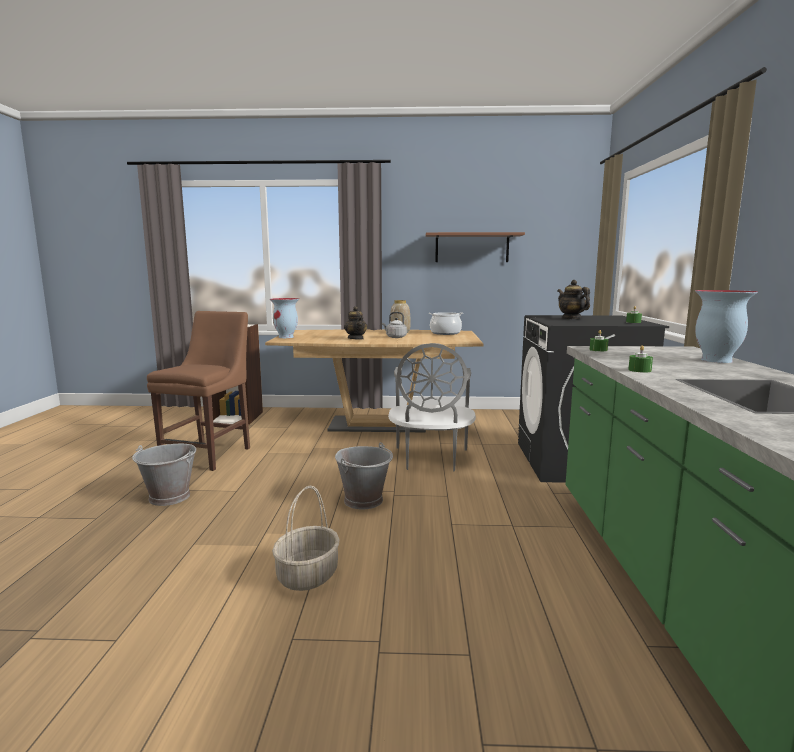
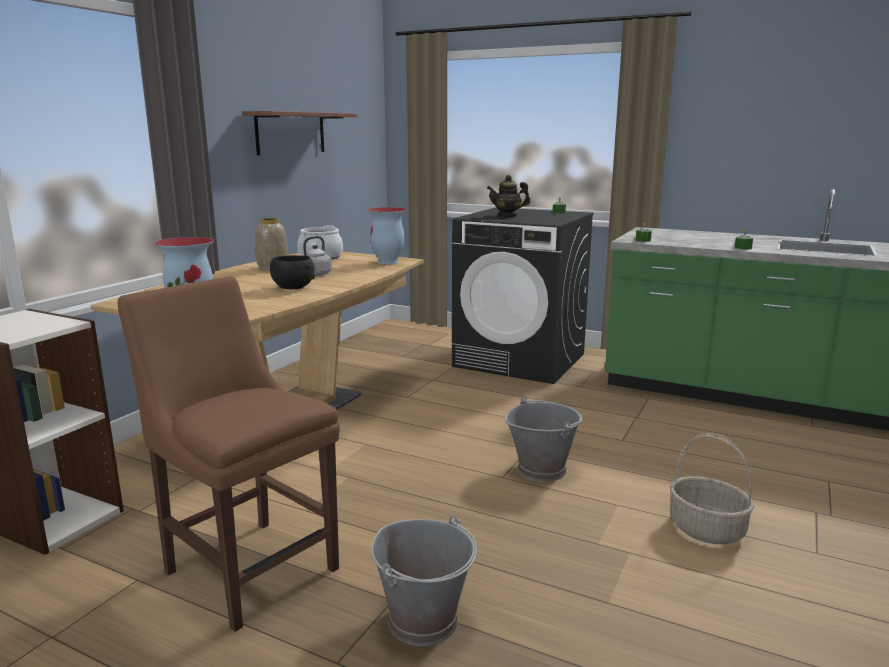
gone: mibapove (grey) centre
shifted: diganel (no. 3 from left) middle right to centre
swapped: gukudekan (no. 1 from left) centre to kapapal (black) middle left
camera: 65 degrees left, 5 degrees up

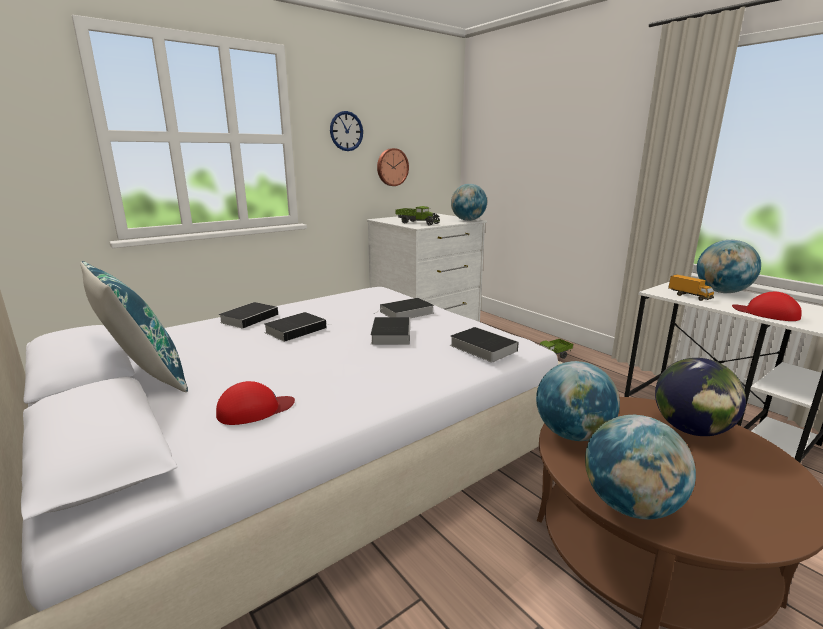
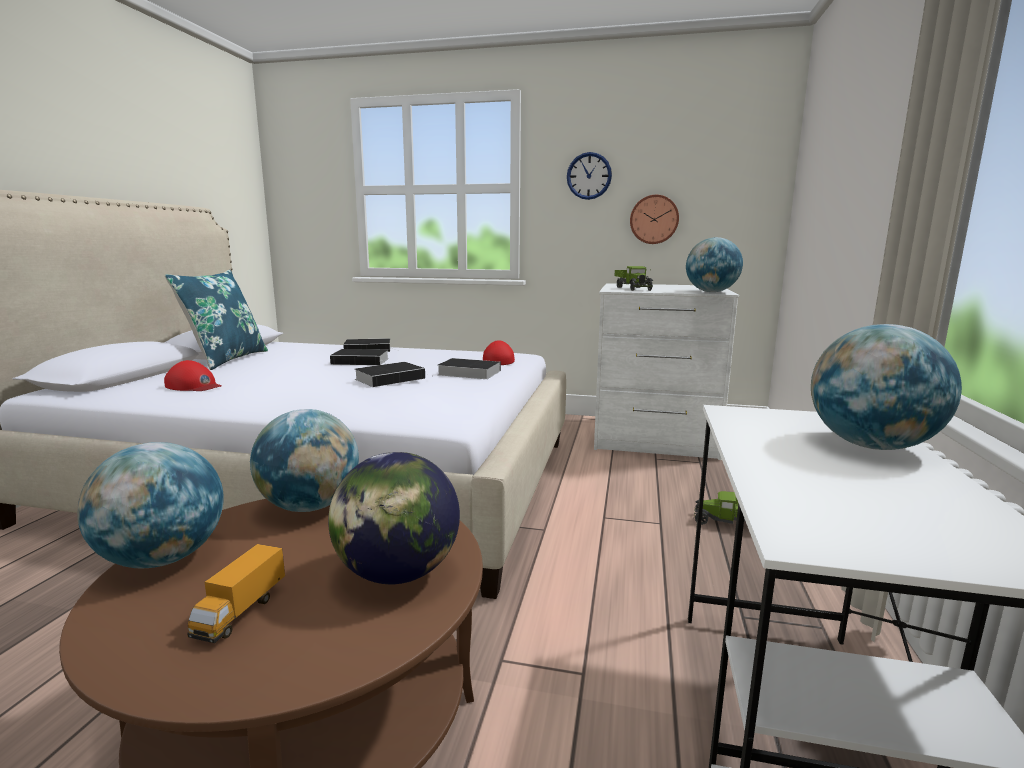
gone: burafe (no. 5 from left) centre
shifted: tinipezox (no. 3 from left in the first image) middle right to tinipezox (no. 1 from left) bottom left; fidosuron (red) (no. 2 from left) middle right to centre
camera: 50 degrees right, 5 degrees down

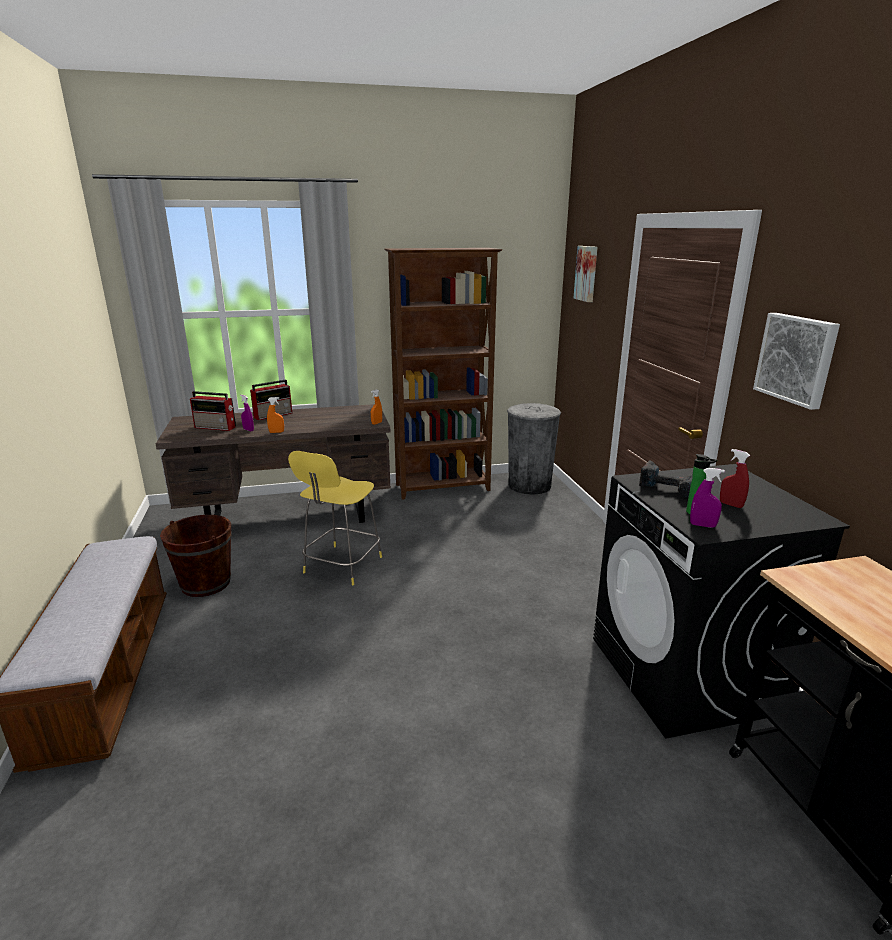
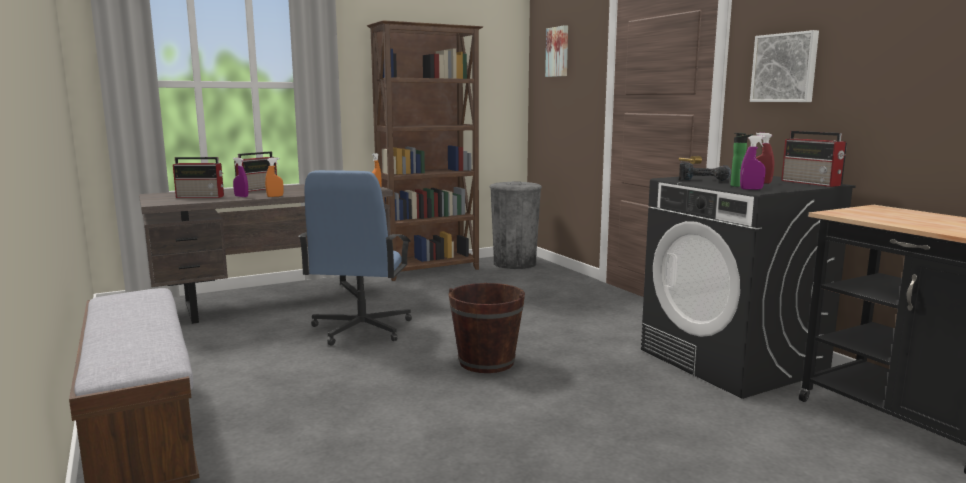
new: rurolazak (no. 3 from left) top right
shifted: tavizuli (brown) middle left to bottom centre
swapped: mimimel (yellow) centre to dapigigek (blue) centre
camera: 15 degrees left, 10 degrees down

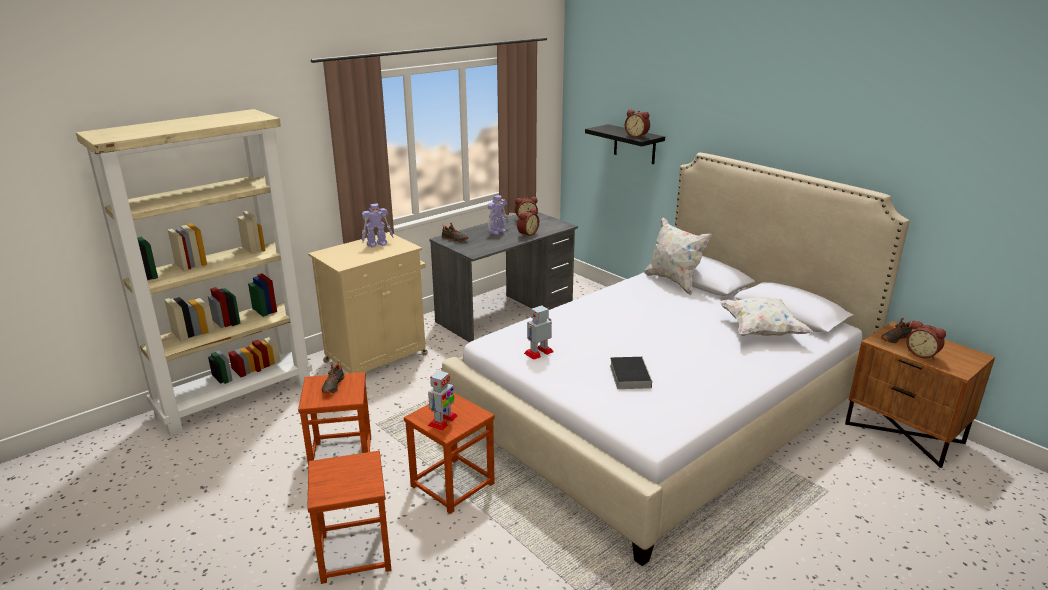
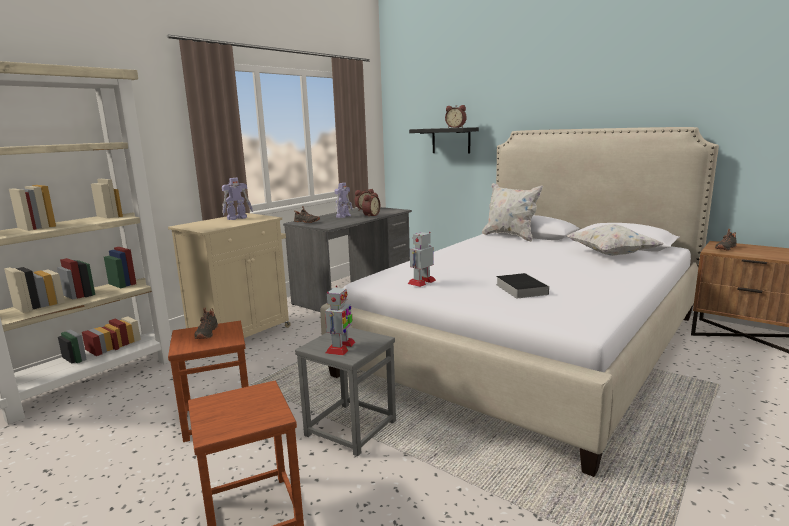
gone: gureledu (no. 4 from left) middle right
repainted: mimimel (brown) (no. 3 from left) bottom centre to mimimel (grey) bottom centre
camera: 10 degrees left, 10 degrees down

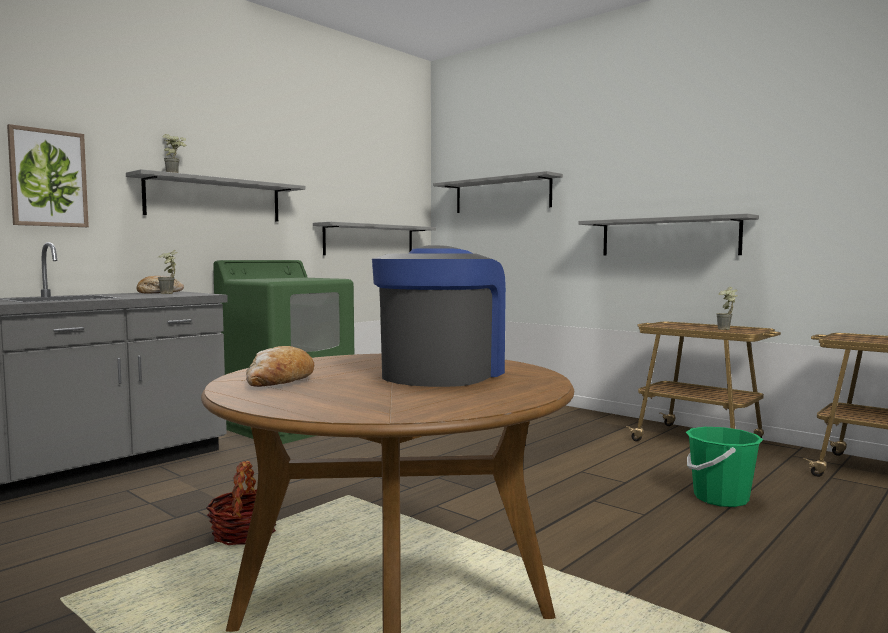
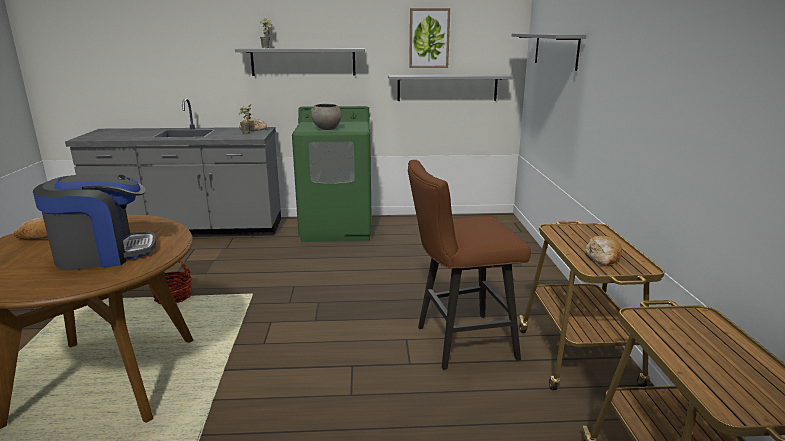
gone: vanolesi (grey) (no. 4 from left) middle right; tavizuli (green) bottom right
new: kapapal (grey) top centre; mimimel (brown) centre
shifted: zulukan top left to top centre
swapped: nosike (no. 3 from left) middle right to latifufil (no. 3 from left) middle right
camera: 45 degrees right, 15 degrees up

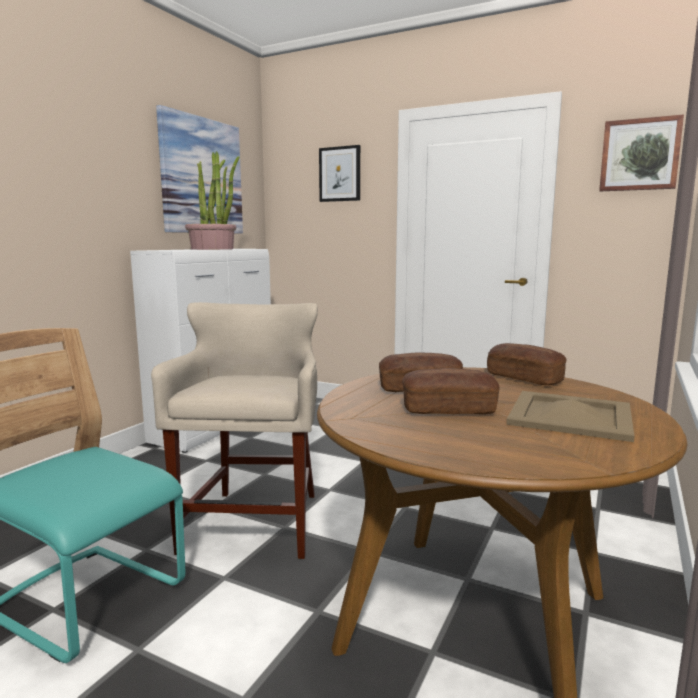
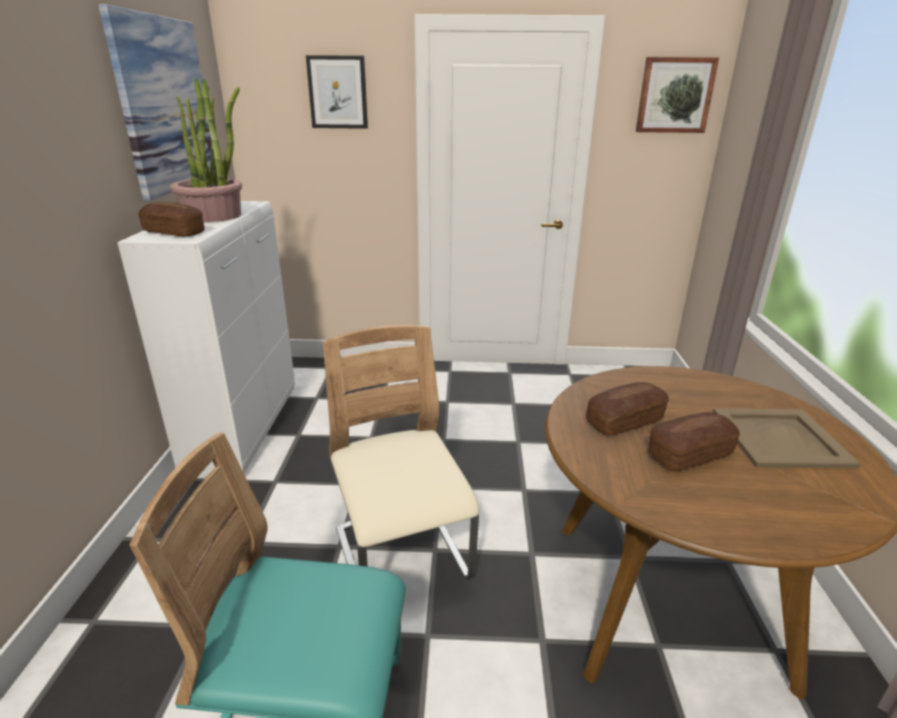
shifted: latifufil (no. 3 from left in the first image) middle right to latifufil (no. 1 from left) top left
swapped: mimimel (beige) centre to mibapove (beige) centre
camera: 25 degrees left, 15 degrees up

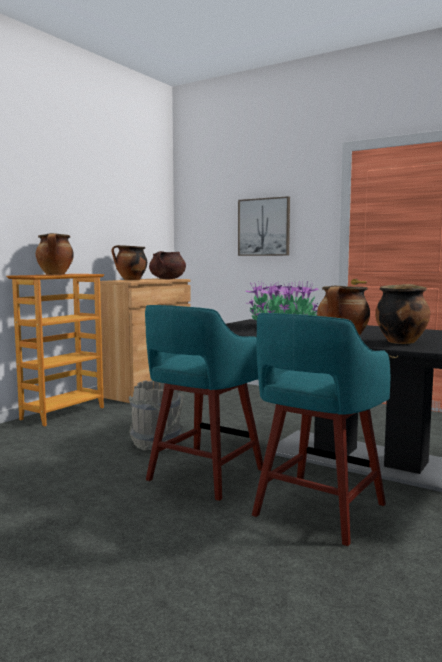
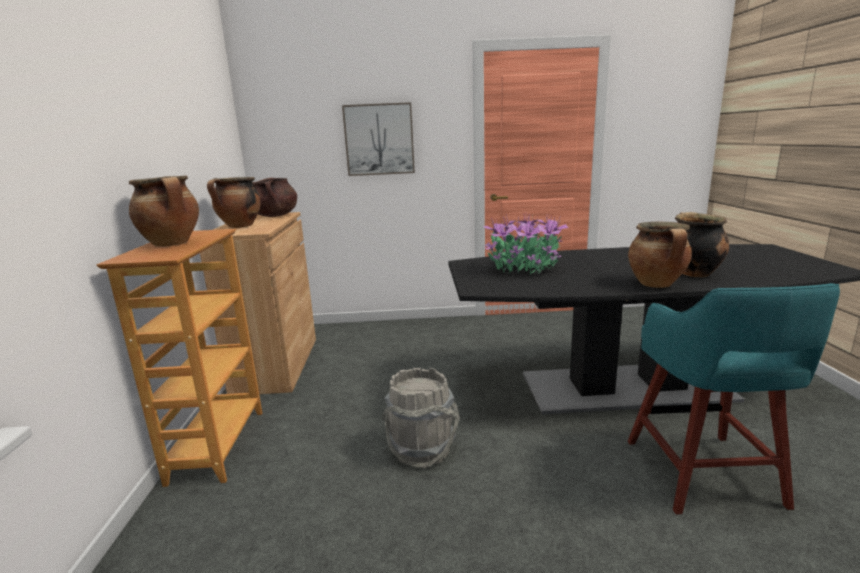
gone: mimimel (turquoise) (no. 1 from left) centre
camera: 35 degrees left, 10 degrees up

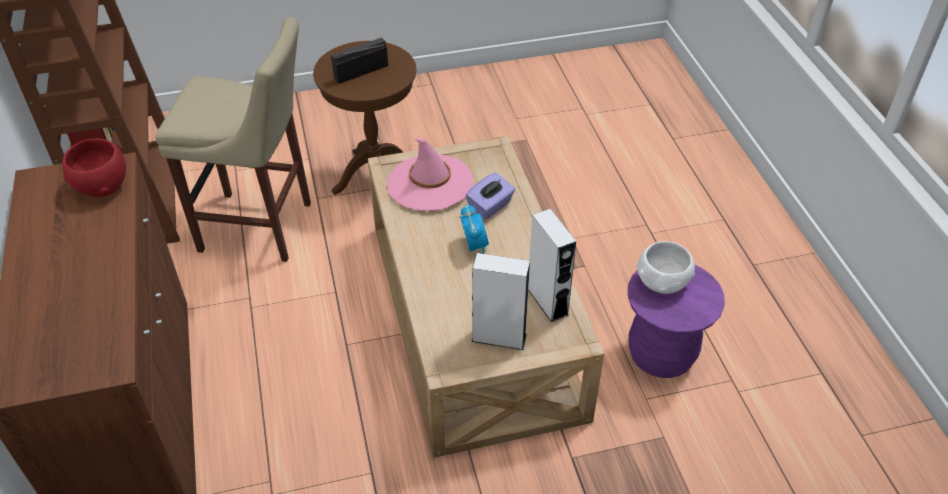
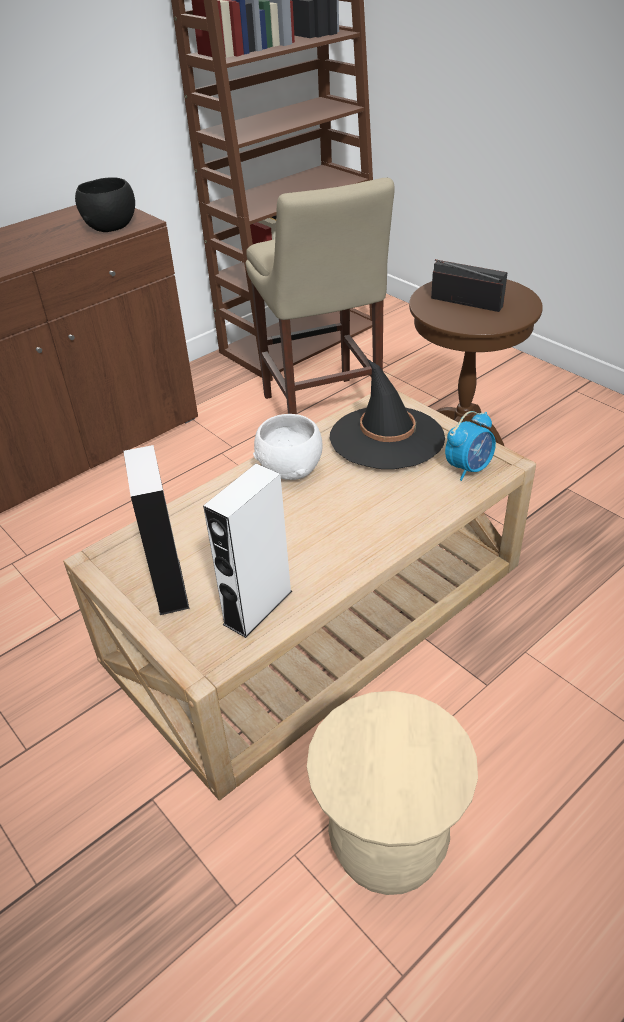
gone: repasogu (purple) centre
shifted: gureledu centre to middle right; kapapal (white) middle right to centre
repainted: kapapal (red) middle left to kapapal (black) top left; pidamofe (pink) centre to pidamofe (black) centre; mimimel (purple) middle right to mimimel (beige) (no. 2 from left) bottom centre
camera: 65 degrees right, 5 degrees down

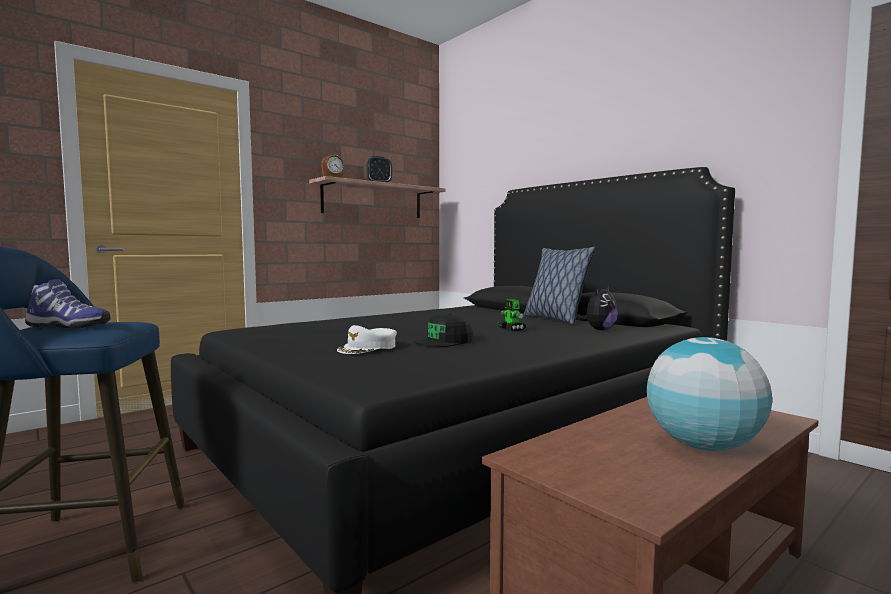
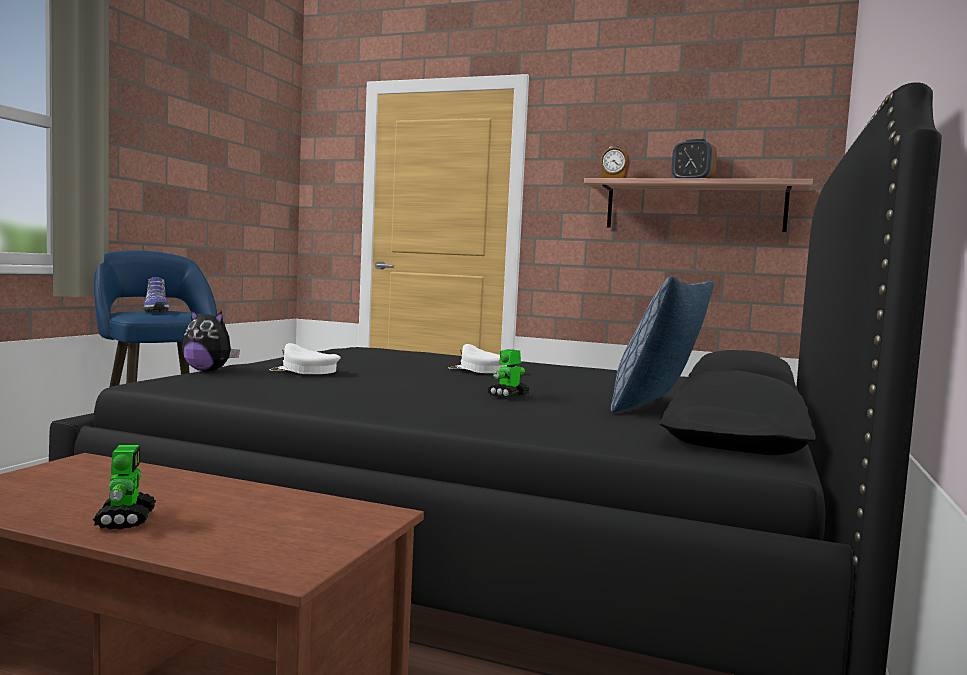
gone: fidosuron (black) centre
new: fidosuron (white) (no. 2 from left) centre
shifted: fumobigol middle right to middle left
swapped: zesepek middle right to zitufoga (no. 1 from left) bottom left
camera: 60 degrees right, 0 degrees up

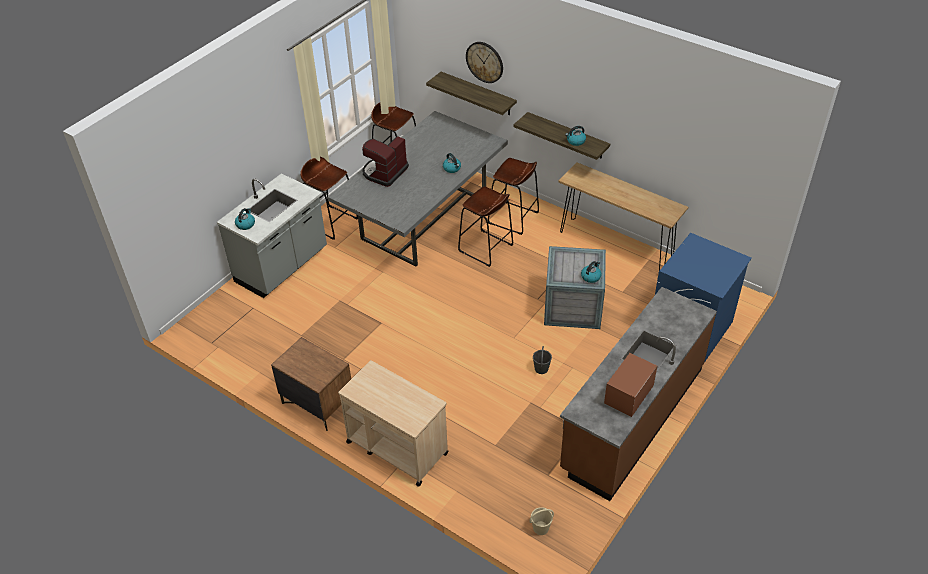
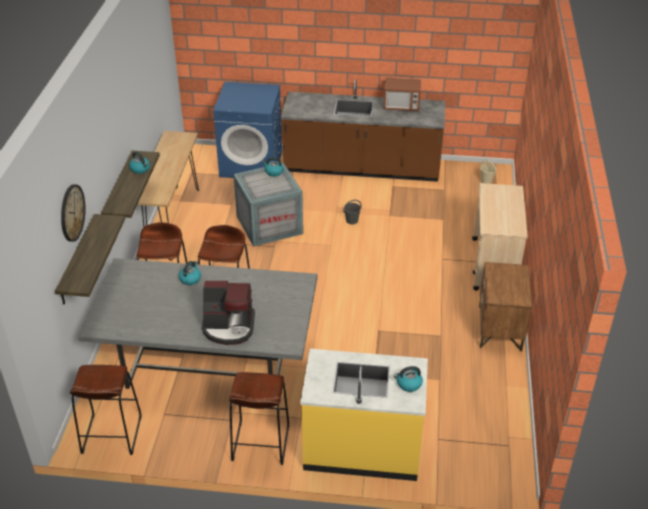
repainted: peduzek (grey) middle left to peduzek (yellow) bottom centre
camera: 120 degrees left, 5 degrees down

